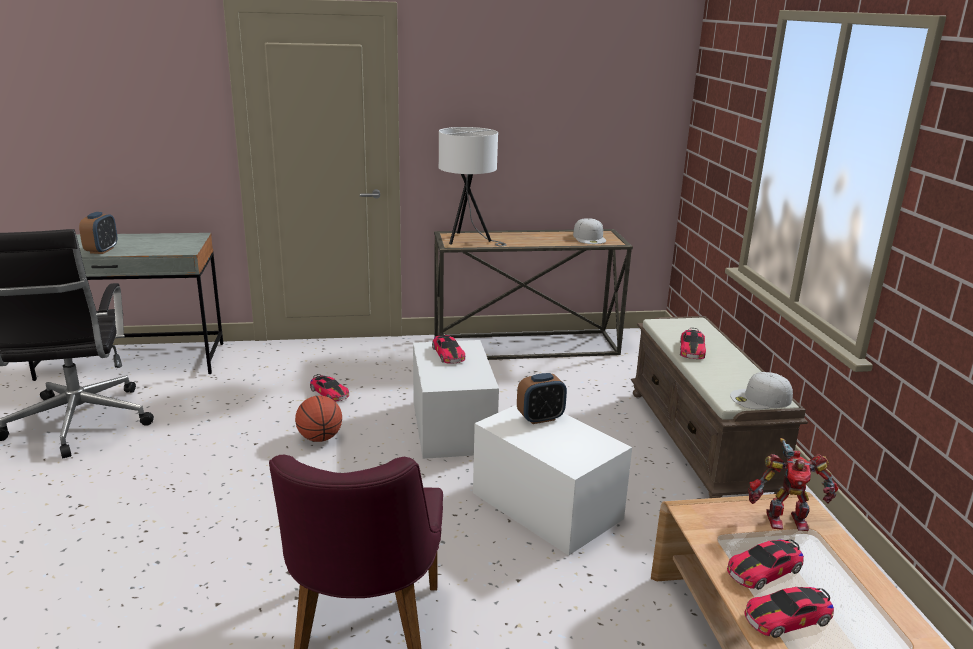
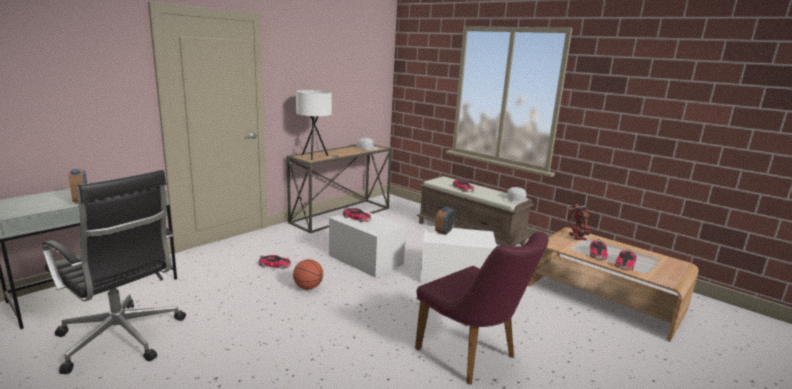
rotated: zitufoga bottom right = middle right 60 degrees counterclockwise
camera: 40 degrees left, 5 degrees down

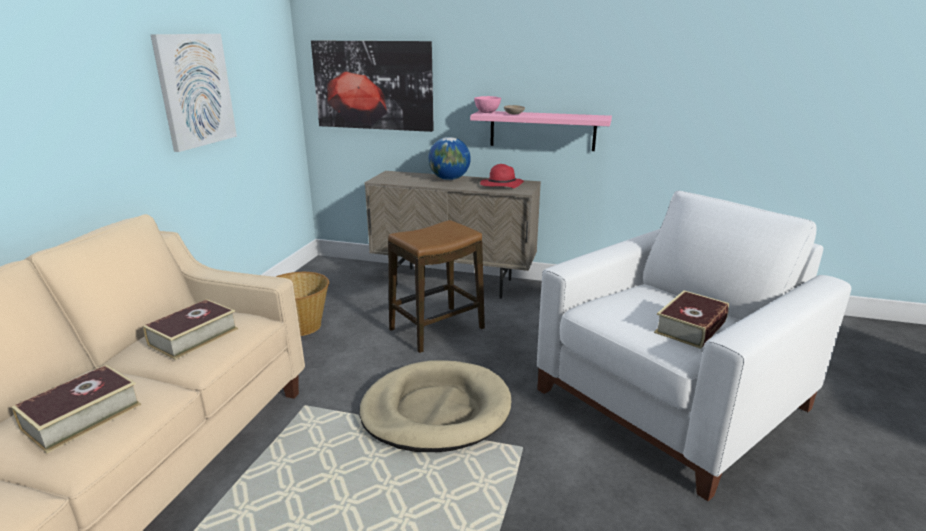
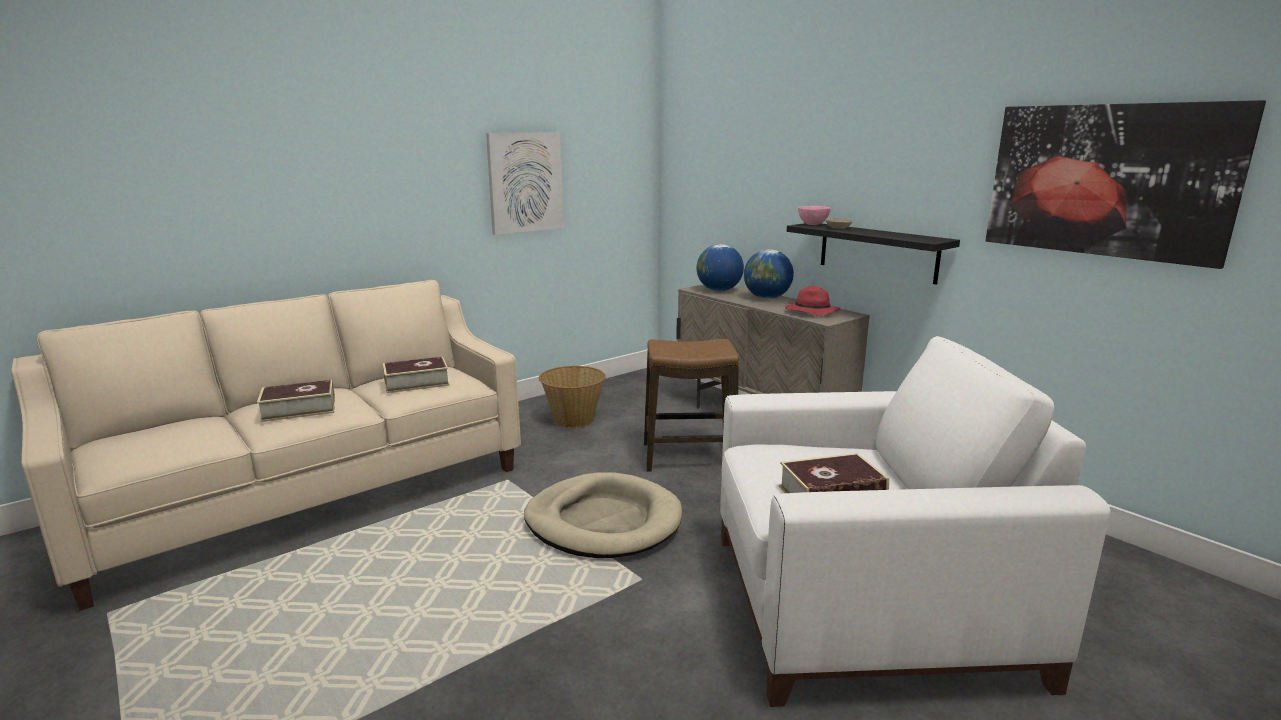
new: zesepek (no. 1 from left) centre
shifted: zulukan (no. 2 from left) top centre to top right
repainted: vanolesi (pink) top centre to vanolesi (black) middle right
camera: 35 degrees right, 5 degrees down

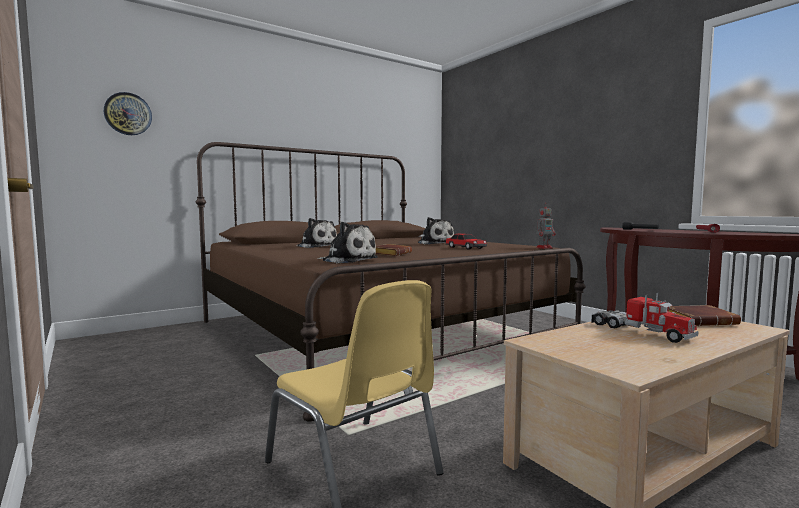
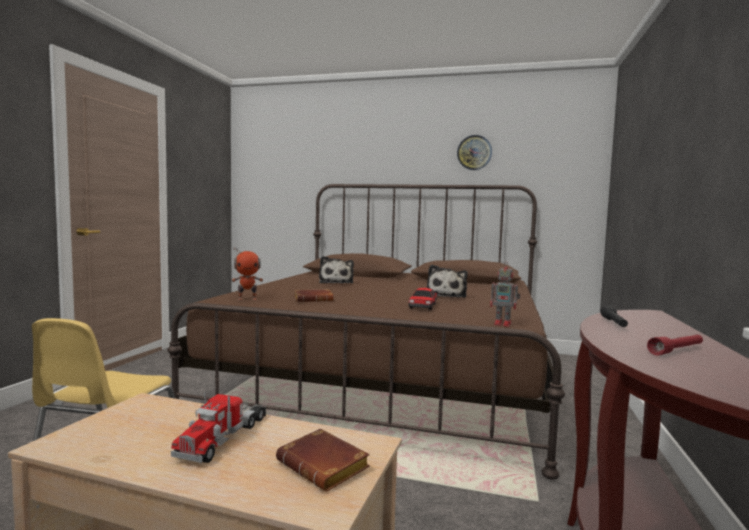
shifted: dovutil top left to top centre
swapped: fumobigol (no. 2 from left) centre to zitufoga (no. 1 from left) middle left
camera: 50 degrees right, 0 degrees up

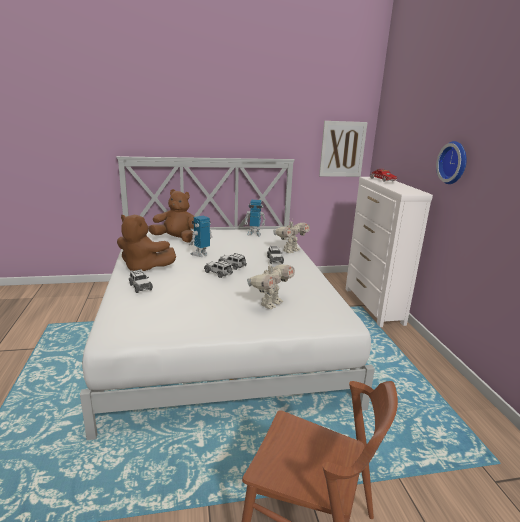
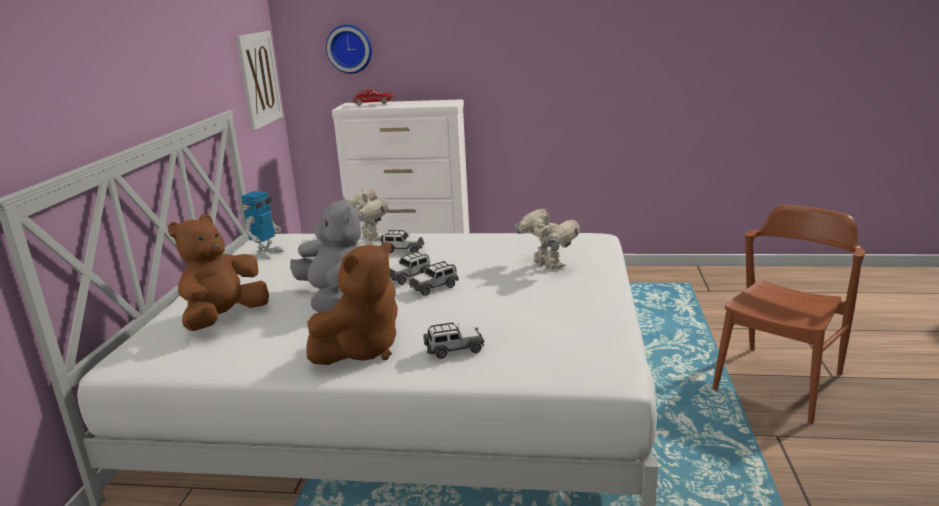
shifted: dovutil top right to top centre
swapped: zitufoga (no. 1 from left) centre to fumobigol (grey) centre
camera: 70 degrees left, 0 degrees up

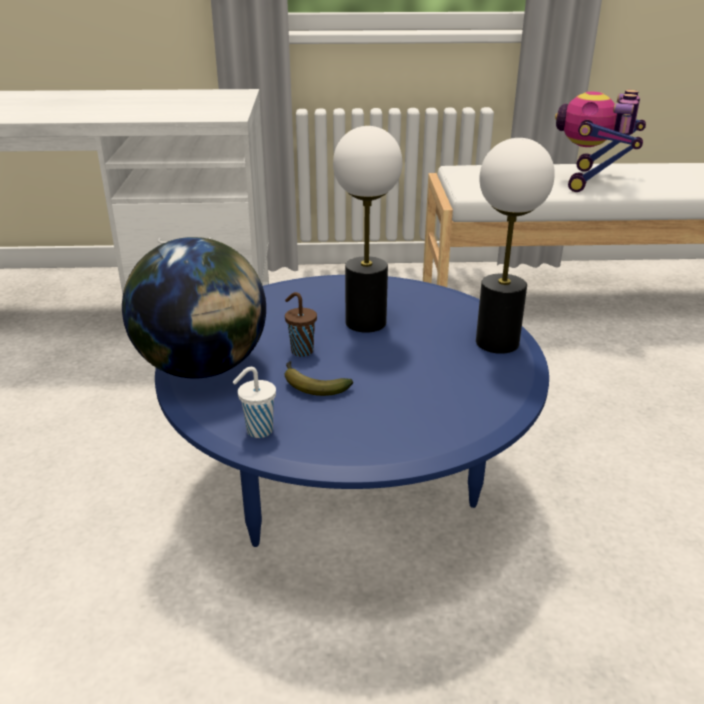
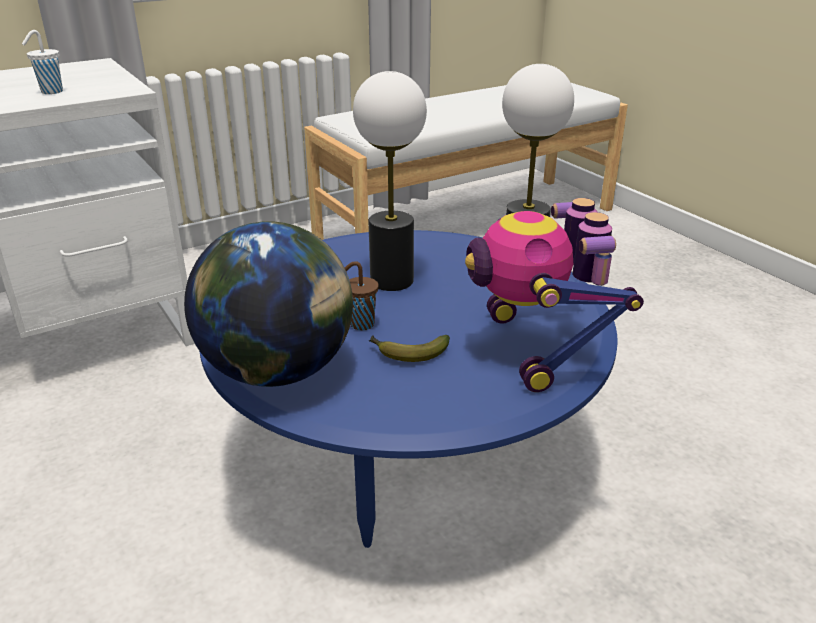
shifted: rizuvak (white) centre to top left; zitufoga top right to middle right
camera: 30 degrees left, 0 degrees up

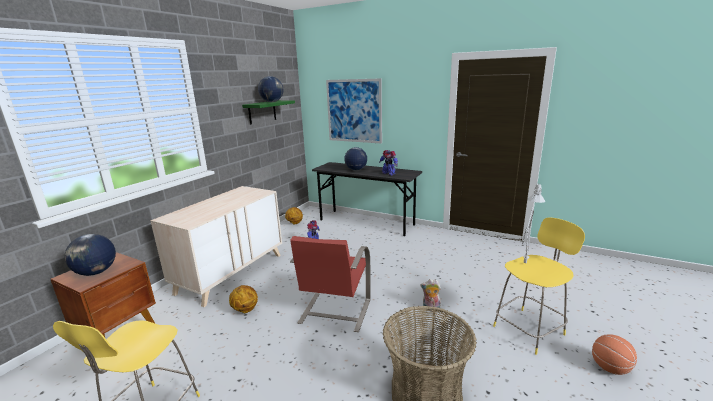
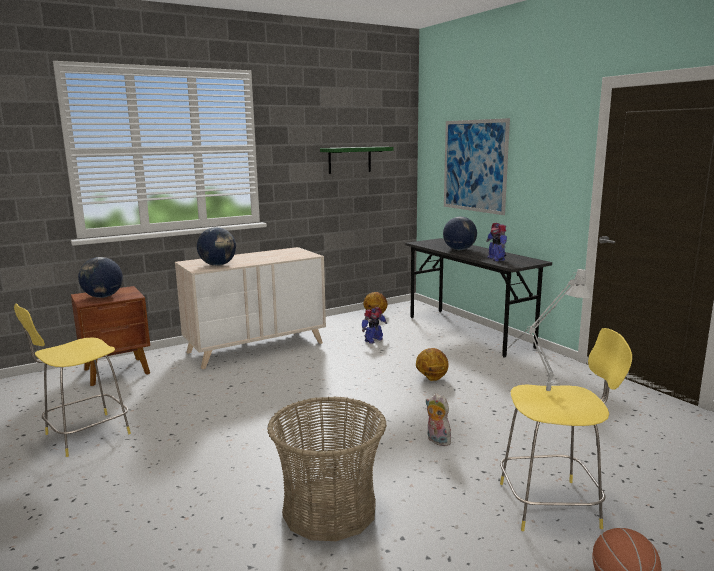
gone: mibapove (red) bottom centre
shifted: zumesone (no. 1 from left in the first image) bottom centre to zumesone (no. 2 from left) centre; zesepek (no. 2 from left) top centre to middle left
camera: 30 degrees right, 5 degrees down

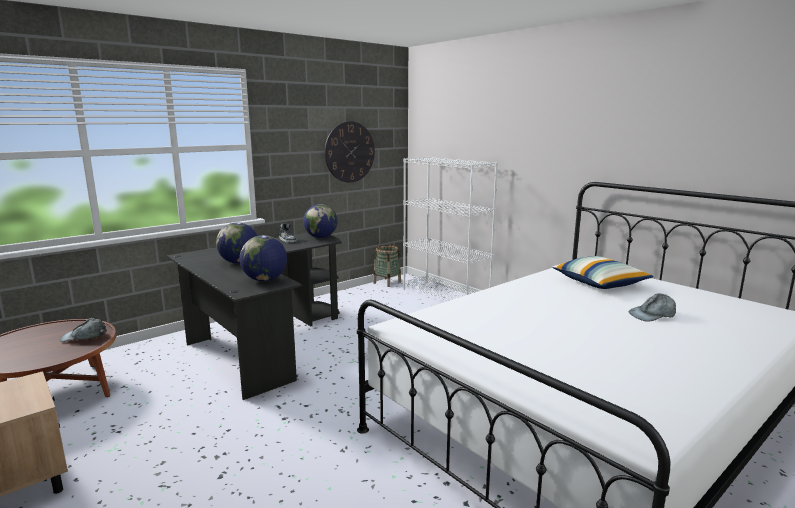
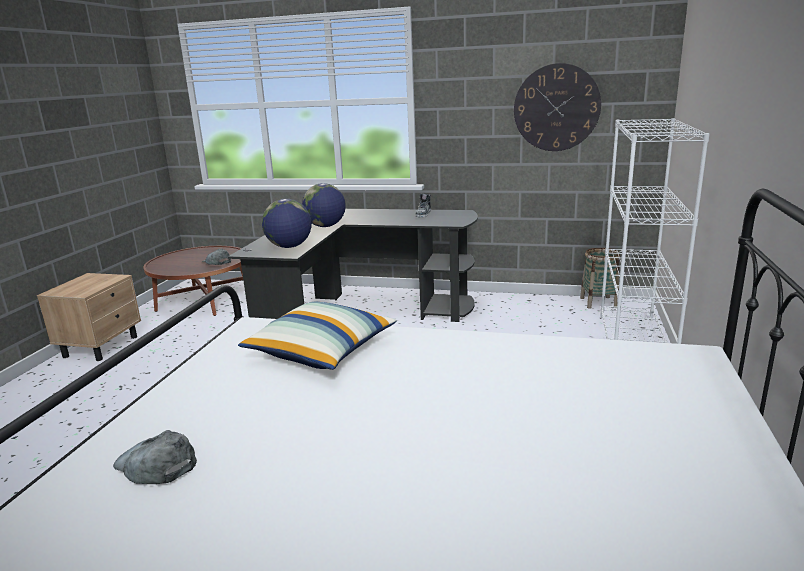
gone: zesepek (no. 3 from left) centre
shifted: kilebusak middle right to centre; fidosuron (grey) (no. 2 from left in the first image) middle right to fidosuron (grey) (no. 1 from left) bottom left
camera: 55 degrees right, 5 degrees up

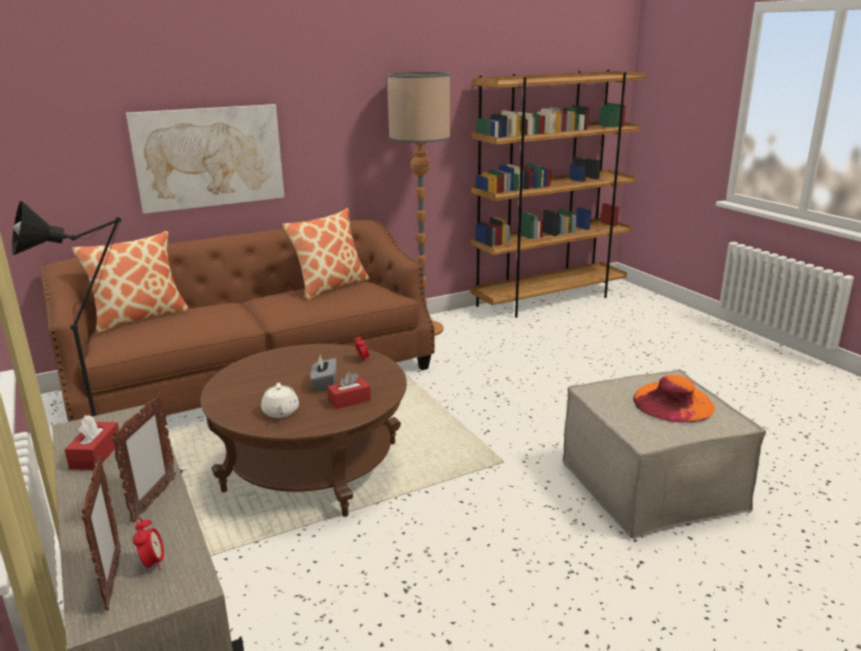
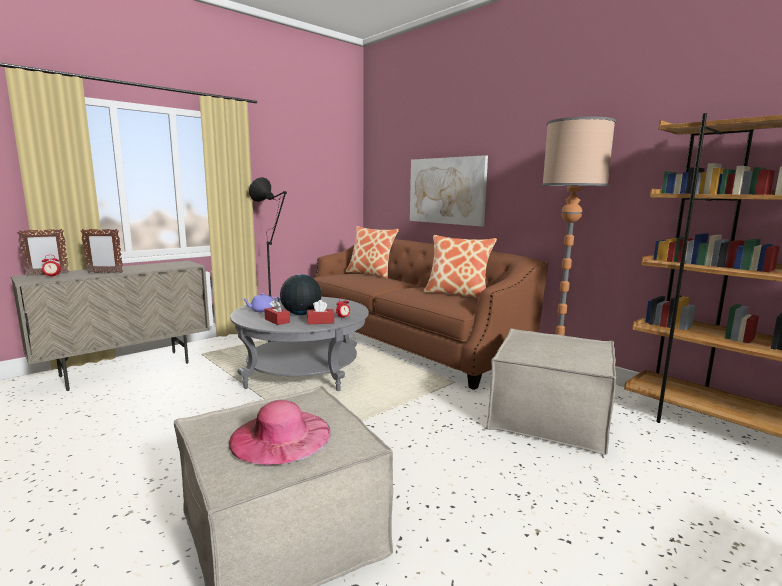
new: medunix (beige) (no. 2 from left) bottom right
shifted: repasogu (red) (no. 1 from left in the first image) bottom left to repasogu (red) (no. 2 from left) centre
swapped: repasogu (grey) centre to zesepek centre
repainted: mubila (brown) centre to mubila (grey) centre; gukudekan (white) middle left to gukudekan (purple) centre; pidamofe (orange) middle right to pidamofe (pink) bottom centre
camera: 75 degrees right, 10 degrees down

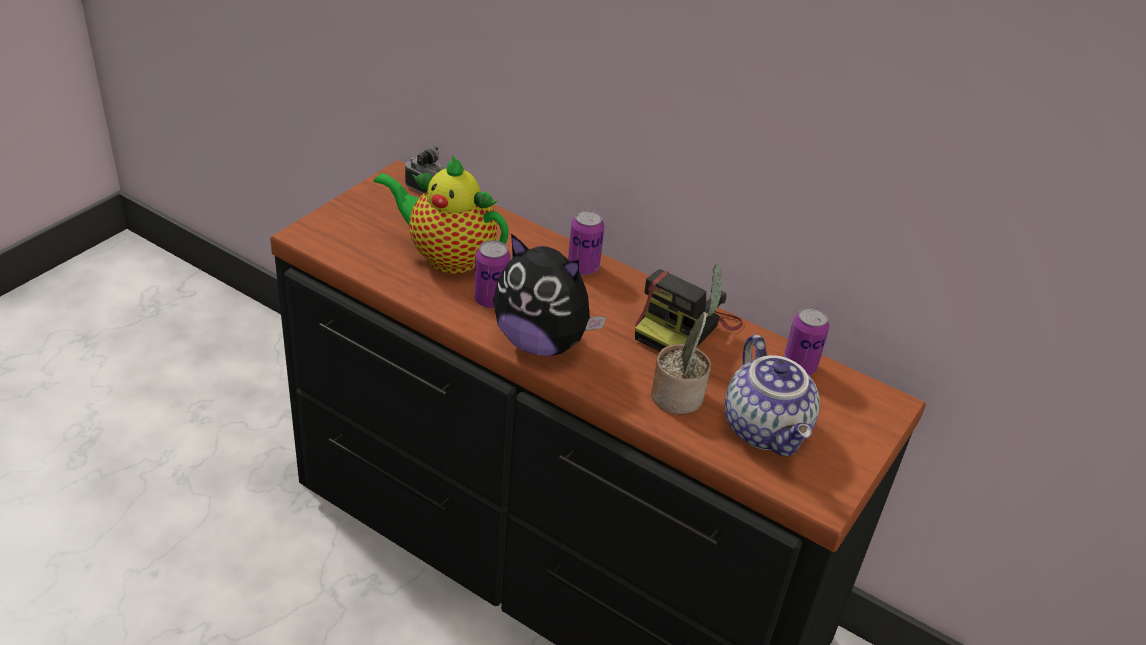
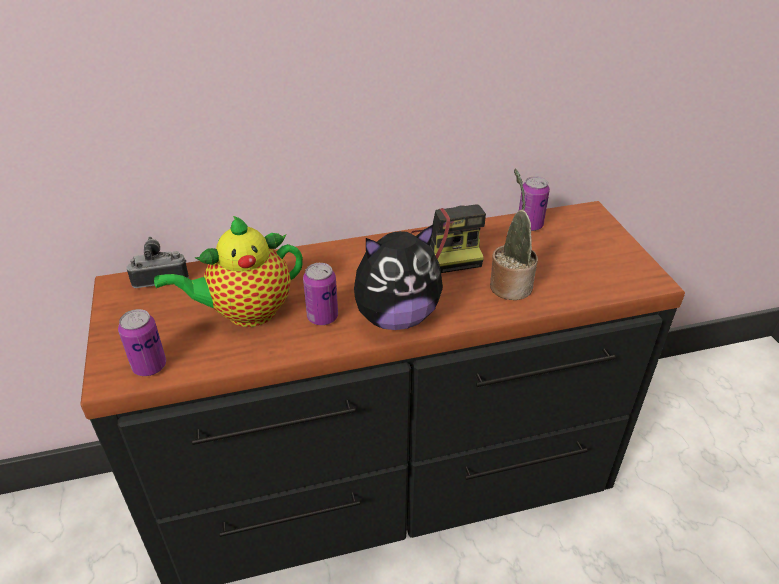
gone: gukudekan (no. 2 from left) middle right
shifted: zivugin (no. 2 from left in the first image) centre to zivugin (no. 1 from left) middle left
camera: 45 degrees left, 0 degrees up

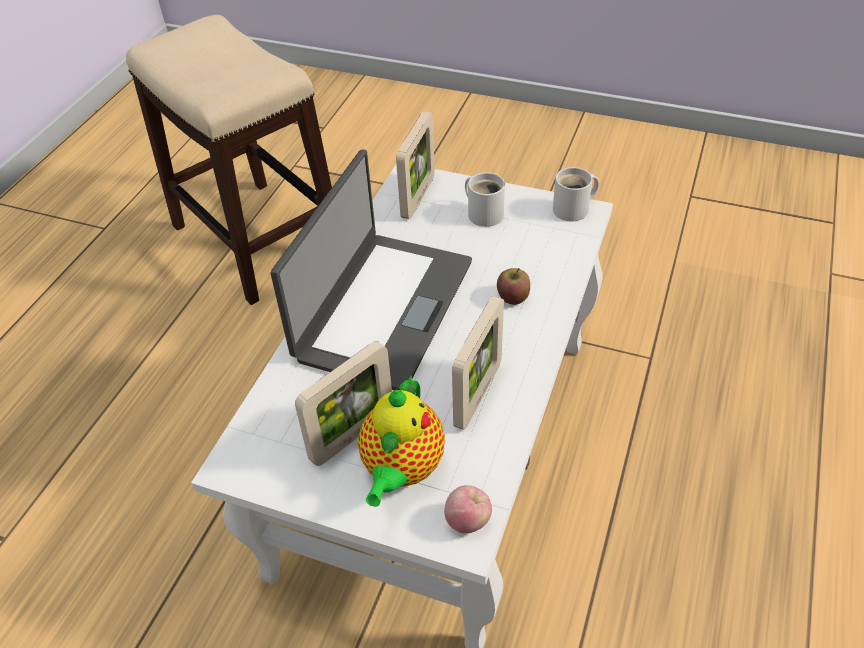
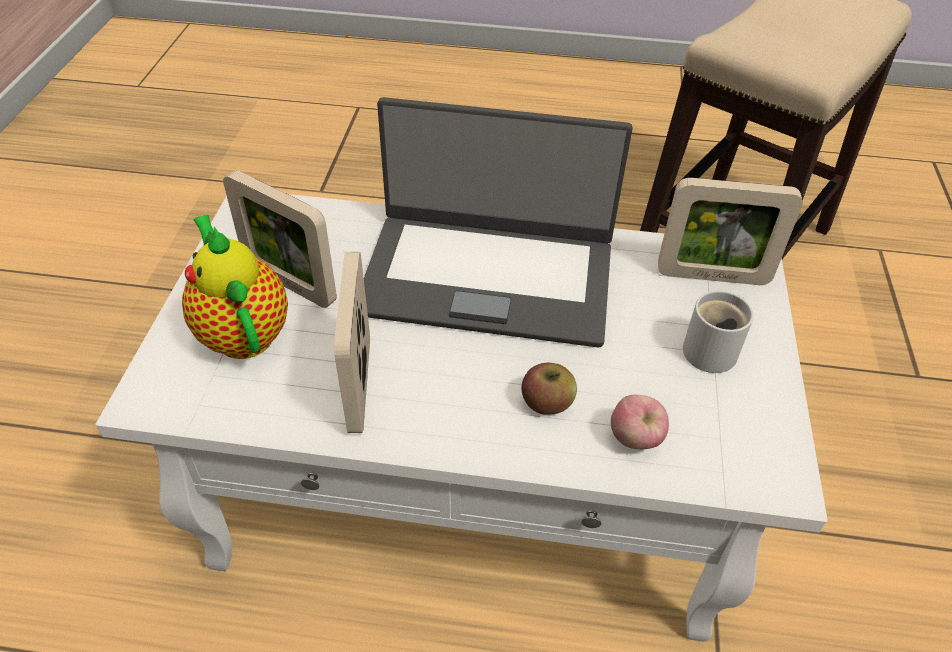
gone: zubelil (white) (no. 2 from left) top right
shifted: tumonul (no. 1 from left in the first image) bottom centre to tumonul (no. 2 from left) middle right
rotated: gukudekan bottom centre = middle left 60 degrees clockwise; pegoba (no. 3 from left in the first image) centre = centre 75 degrees clockwise
camera: 75 degrees right, 0 degrees up

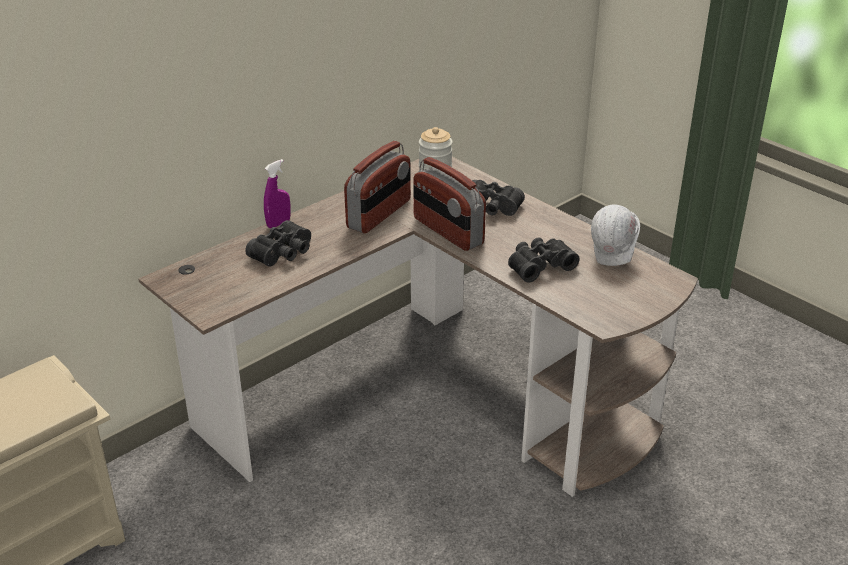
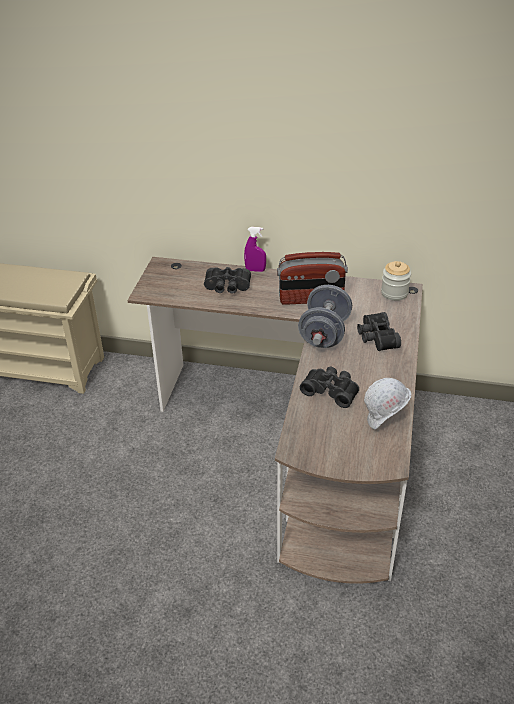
swapped: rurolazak (no. 2 from left) centre to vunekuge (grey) centre
camera: 55 degrees right, 5 degrees up

